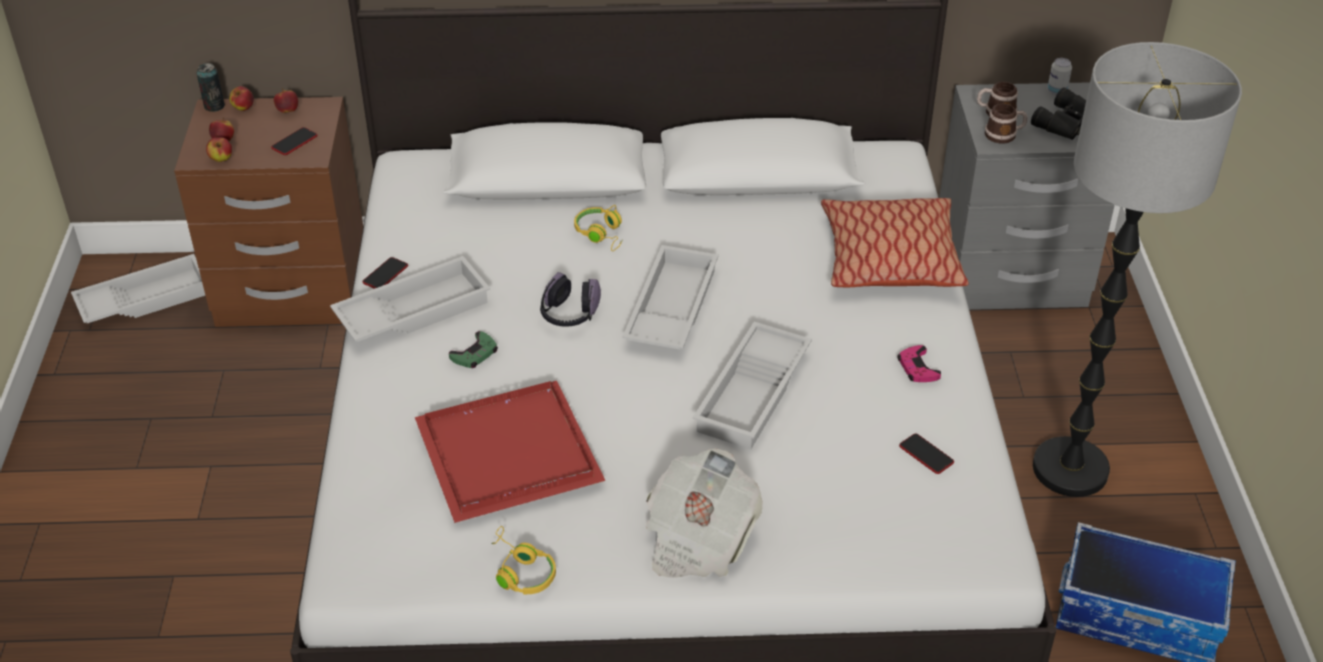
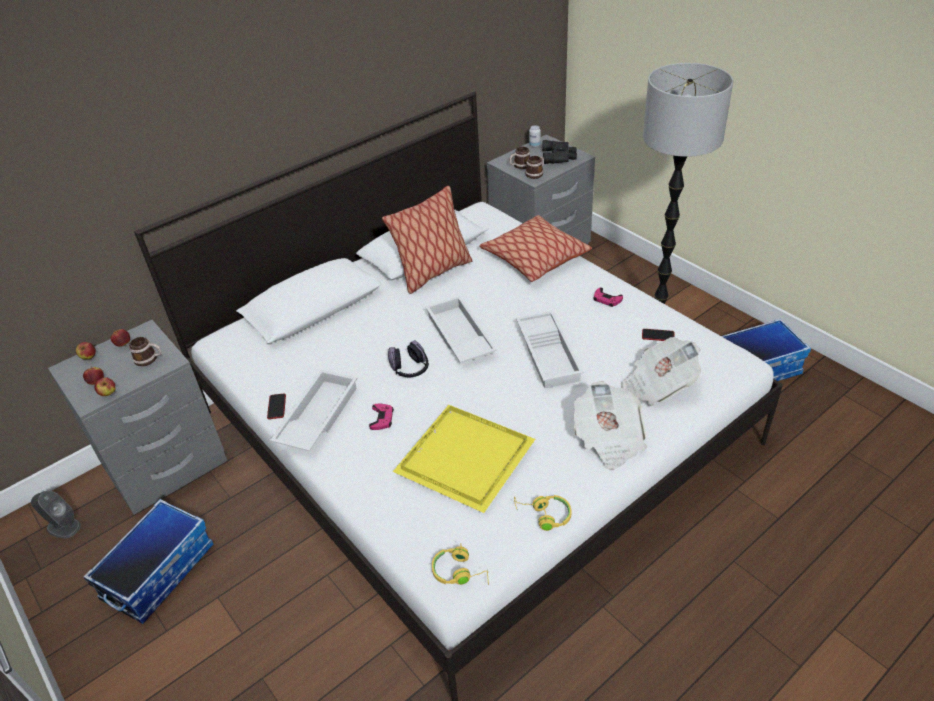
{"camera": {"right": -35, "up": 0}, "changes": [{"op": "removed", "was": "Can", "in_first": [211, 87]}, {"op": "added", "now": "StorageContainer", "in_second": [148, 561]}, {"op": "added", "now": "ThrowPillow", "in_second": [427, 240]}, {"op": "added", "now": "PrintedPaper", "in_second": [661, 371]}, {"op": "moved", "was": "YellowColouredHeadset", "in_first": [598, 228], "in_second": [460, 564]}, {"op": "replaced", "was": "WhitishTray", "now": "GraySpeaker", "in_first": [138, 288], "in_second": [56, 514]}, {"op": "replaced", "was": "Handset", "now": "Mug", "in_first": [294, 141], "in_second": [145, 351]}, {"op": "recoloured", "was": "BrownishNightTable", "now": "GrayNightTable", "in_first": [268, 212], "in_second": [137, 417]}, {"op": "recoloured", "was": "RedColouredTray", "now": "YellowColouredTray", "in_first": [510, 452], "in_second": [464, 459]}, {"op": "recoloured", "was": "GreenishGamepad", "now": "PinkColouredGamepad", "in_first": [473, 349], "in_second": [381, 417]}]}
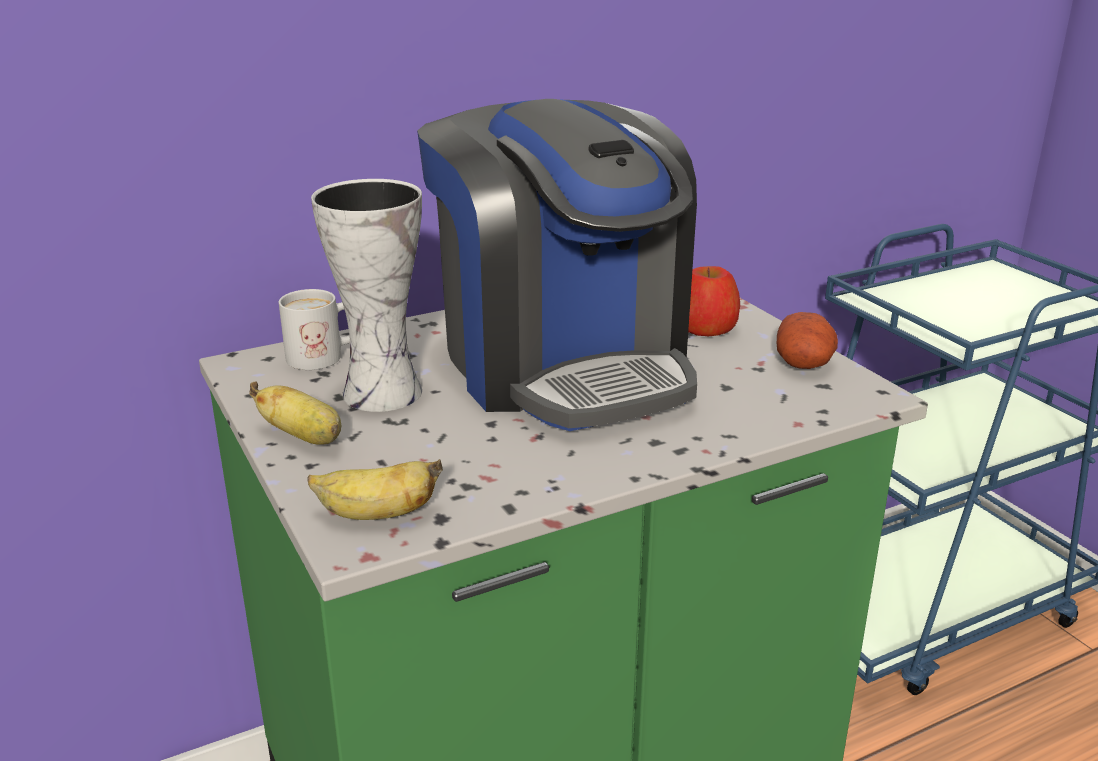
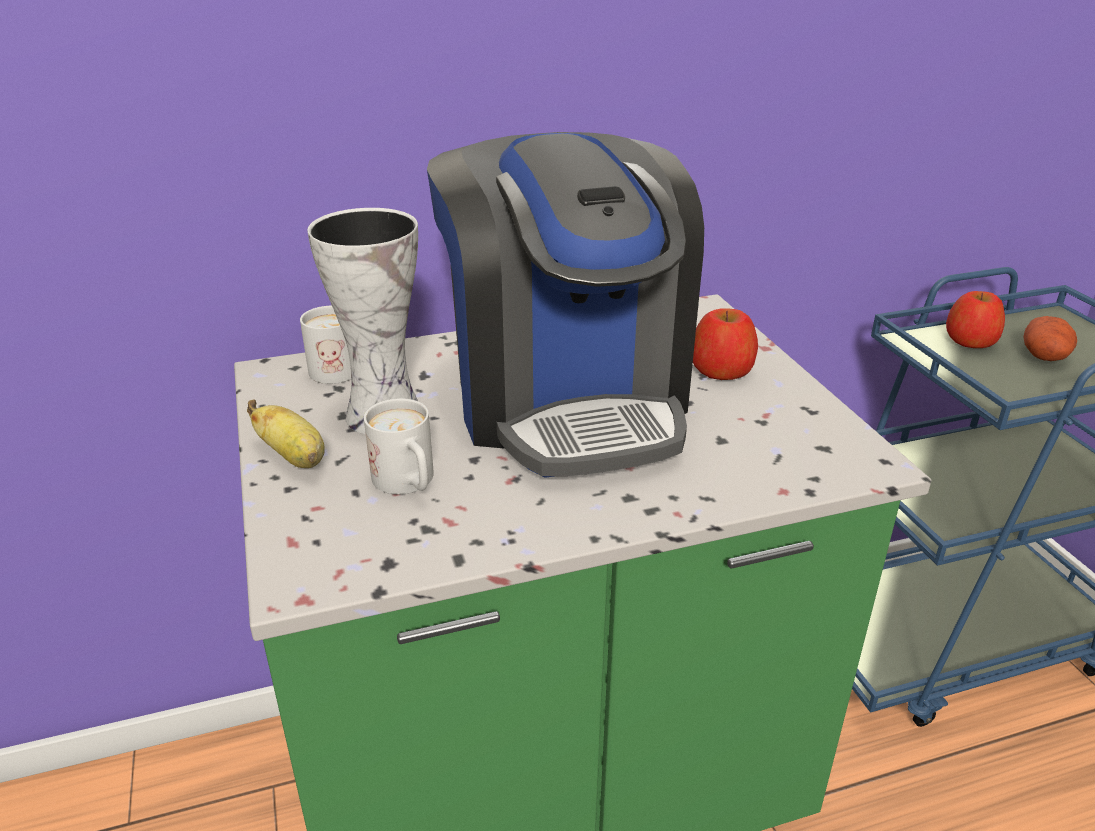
{"camera": {"right": 10, "up": 5}, "changes": [{"op": "removed", "was": "Banana", "in_first": [375, 489]}, {"op": "added", "now": "WhitishMug", "in_second": [399, 446]}, {"op": "added", "now": "AppleFruit", "in_second": [975, 319]}, {"op": "moved", "was": "WholePotato", "in_first": [807, 340], "in_second": [1050, 338]}]}
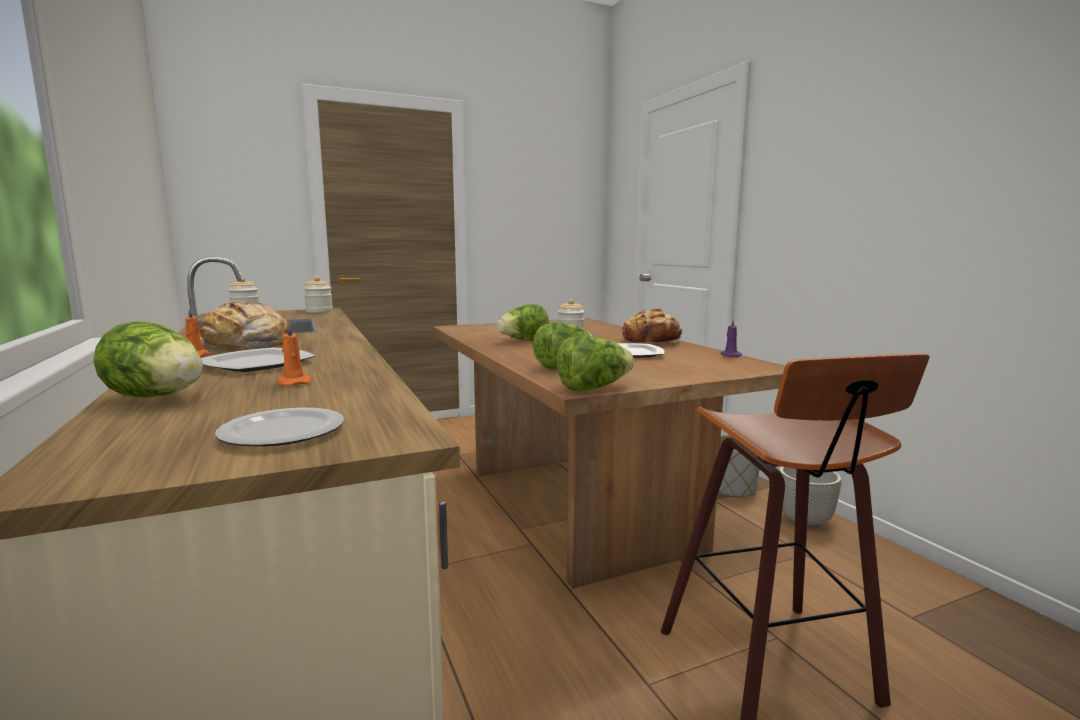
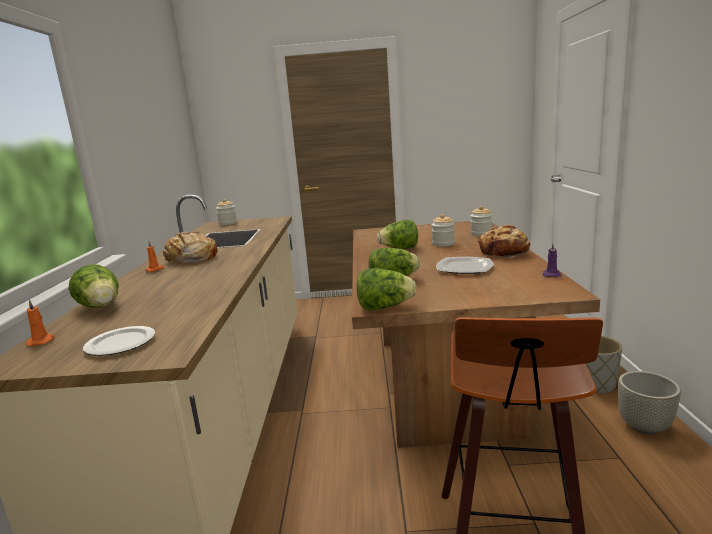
{"camera": {"right": 25, "up": 5}, "changes": [{"op": "removed", "was": "DinnerPlate", "in_first": [258, 360]}, {"op": "moved", "was": "OrangeWaxCandle", "in_first": [294, 354], "in_second": [40, 322]}, {"op": "moved", "was": "PreserveJar", "in_first": [318, 294], "in_second": [481, 221]}]}
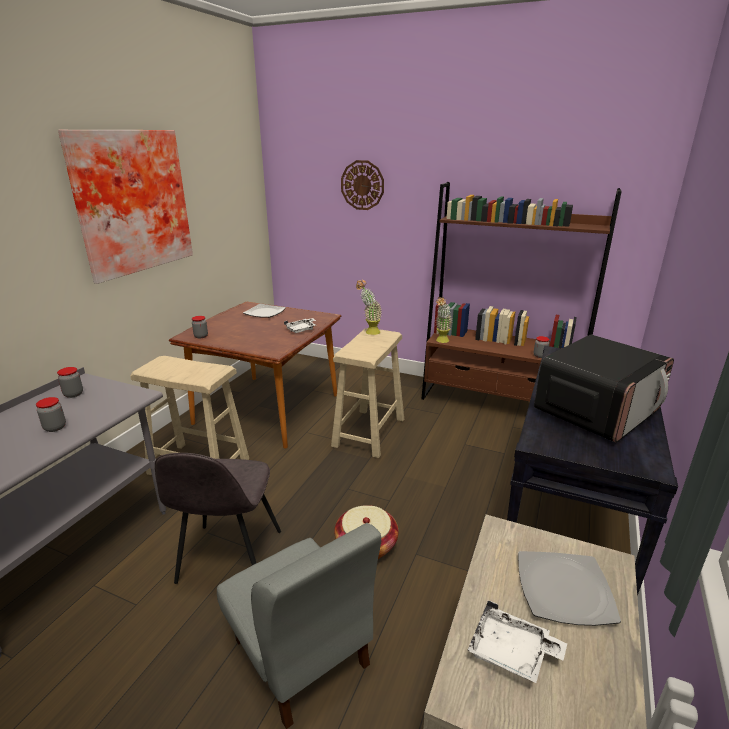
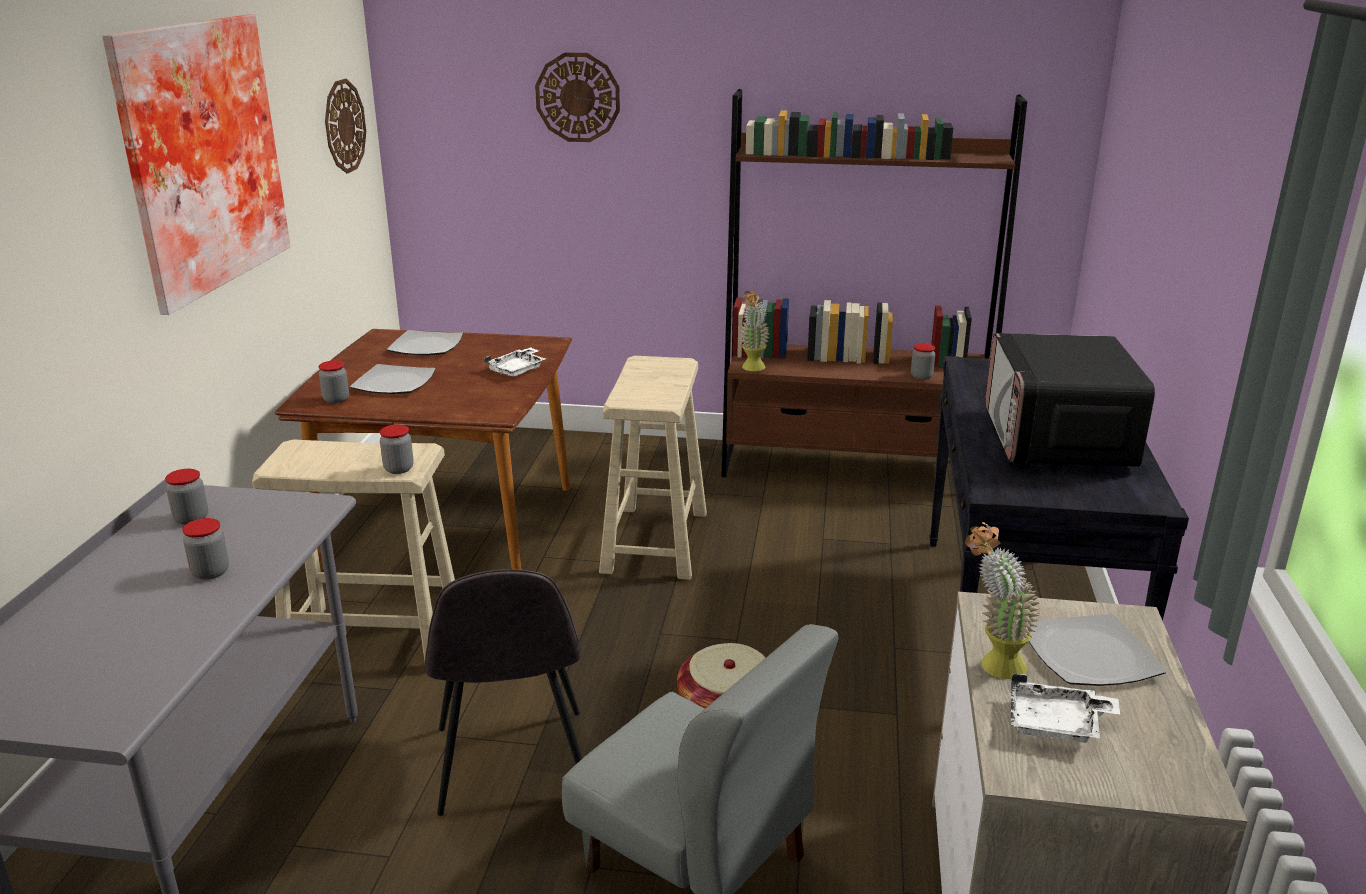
{"camera": {"right": -15, "up": 0}, "changes": [{"op": "added", "now": "HangingClock", "in_second": [345, 126]}, {"op": "added", "now": "DinnerPlate", "in_second": [393, 379]}, {"op": "added", "now": "PreserveJar", "in_second": [396, 449]}, {"op": "moved", "was": "PlantInAPot", "in_first": [368, 307], "in_second": [1002, 600]}, {"op": "turned", "was": "KitchenMicrowave", "in_first": [604, 388], "in_second": [1070, 400], "clockwise": 150}]}
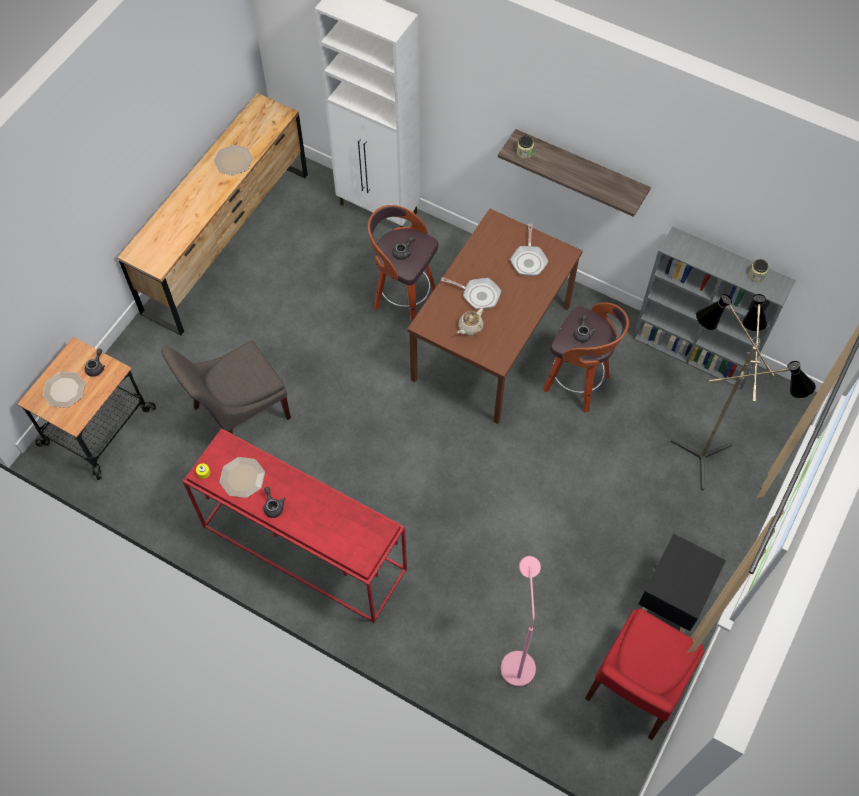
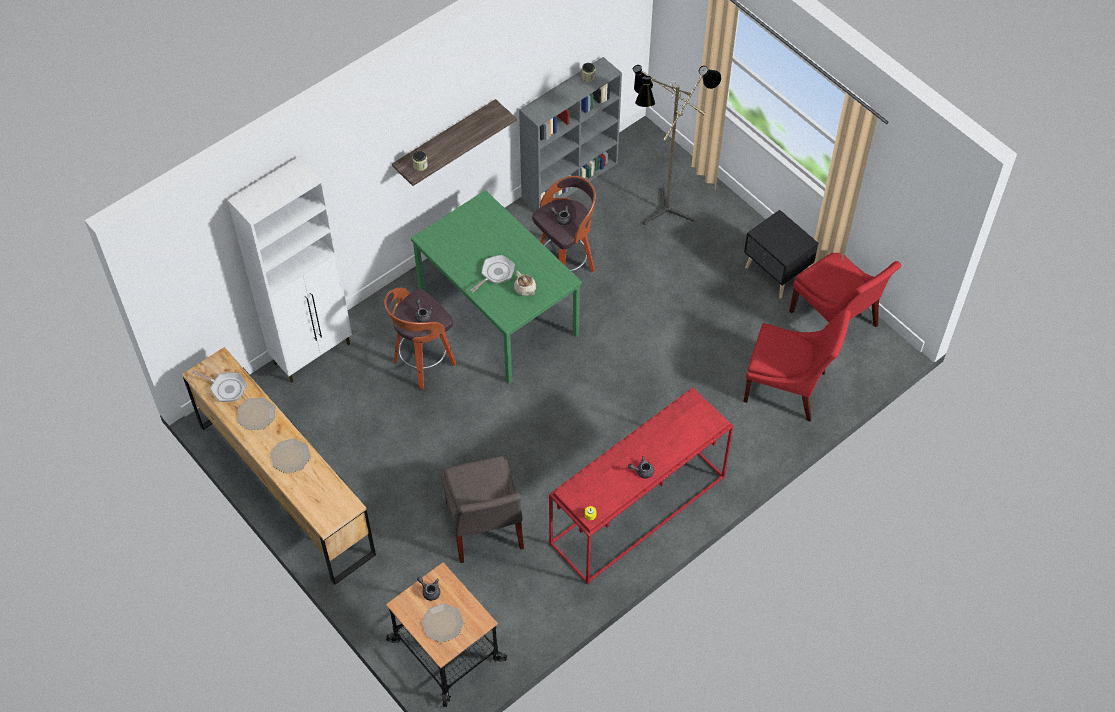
{"camera": {"right": -70, "up": -5}, "changes": [{"op": "moved", "was": "DinnerPlate", "in_first": [242, 477], "in_second": [291, 456]}, {"op": "moved", "was": "Pan", "in_first": [529, 250], "in_second": [219, 386]}, {"op": "replaced", "was": "PinkColouredStandingLamp", "now": "RedColouredPlainChair", "in_first": [520, 621], "in_second": [797, 365]}, {"op": "recoloured", "was": "BrownishDiningTable", "now": "GreenishDiningTable", "in_first": [495, 316], "in_second": [496, 287]}]}
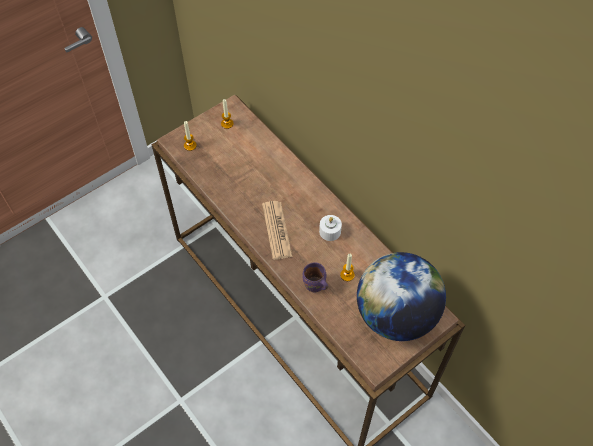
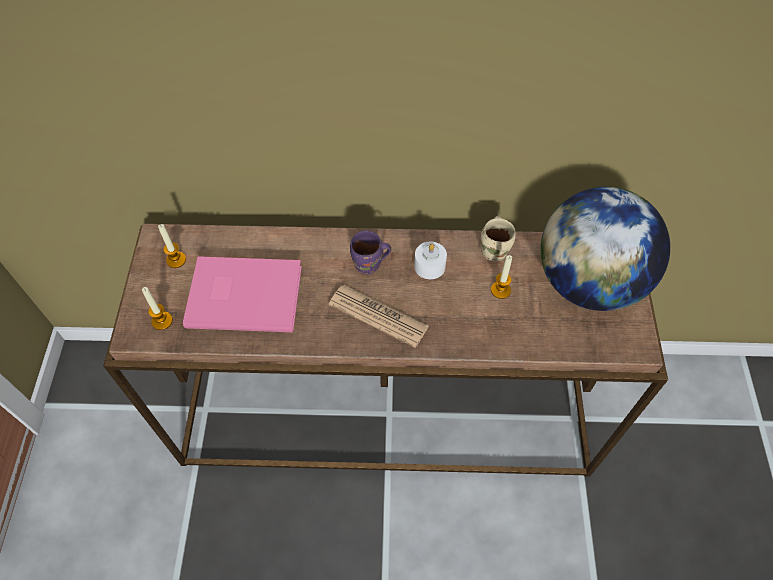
{"camera": {"right": -50, "up": 0}, "changes": [{"op": "added", "now": "PinkColouredBook", "in_second": [242, 294]}, {"op": "added", "now": "SandColouredMug", "in_second": [498, 238]}, {"op": "moved", "was": "PurpleMug", "in_first": [315, 277], "in_second": [370, 252]}]}
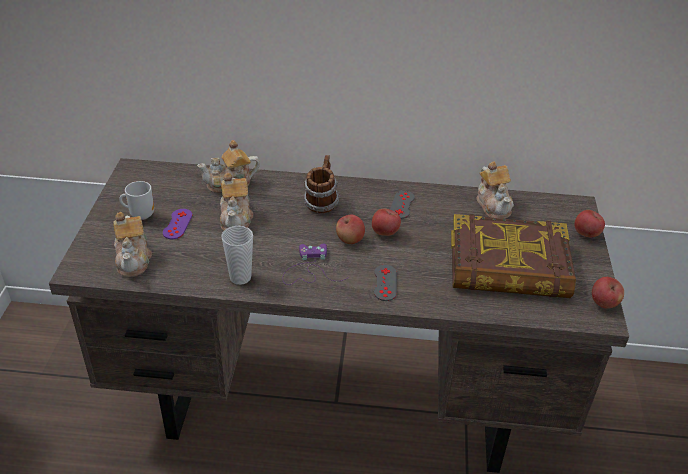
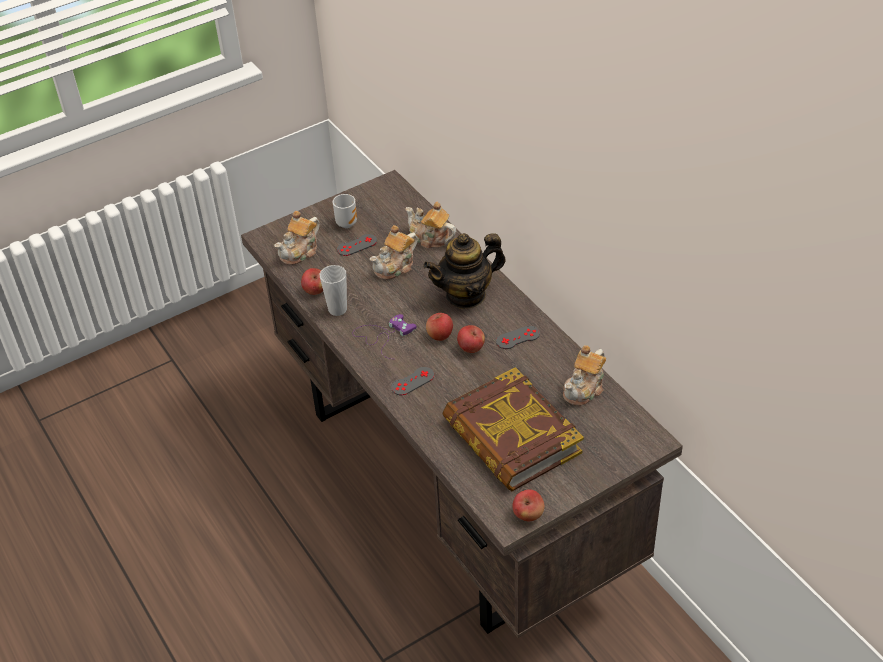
{"camera": {"right": 55, "up": 5}, "changes": [{"op": "moved", "was": "AppleFruit", "in_first": [589, 223], "in_second": [312, 281]}, {"op": "replaced", "was": "Mug", "now": "Teapot", "in_first": [322, 184], "in_second": [464, 271]}, {"op": "recoloured", "was": "PurpleGamepad", "now": "GrayGamepad", "in_first": [178, 224], "in_second": [357, 245]}]}
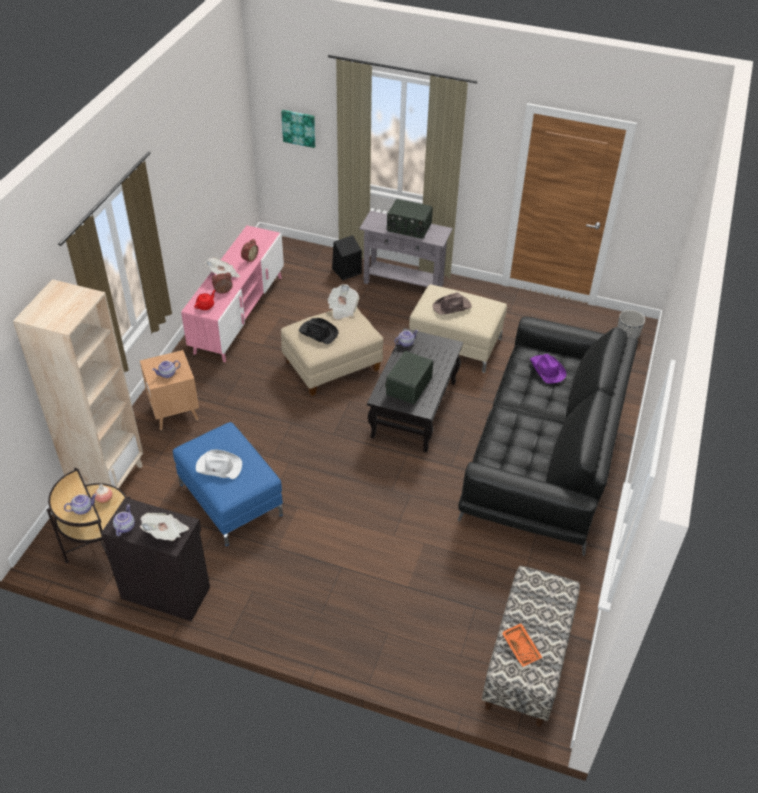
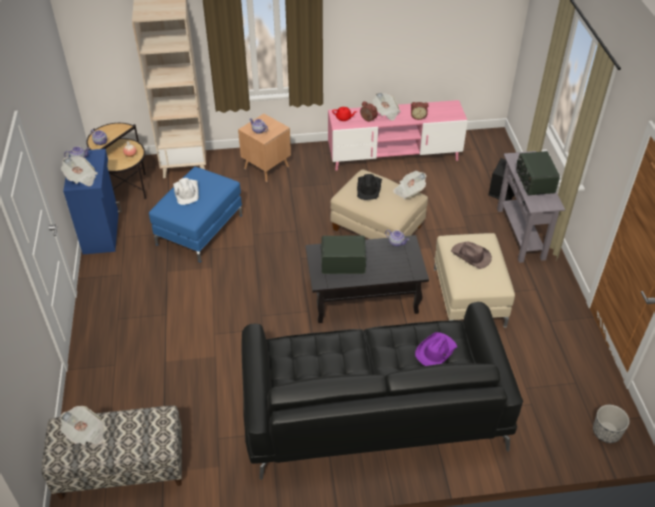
{"camera": {"right": 65, "up": 0}, "changes": [{"op": "removed", "was": "WallArt", "in_first": [298, 129]}, {"op": "replaced", "was": "OrangeTray", "now": "PrintedPaper", "in_first": [522, 645], "in_second": [82, 425]}, {"op": "recoloured", "was": "BlackishCupboard", "now": "BlueCupboard", "in_first": [155, 559], "in_second": [92, 201]}]}
